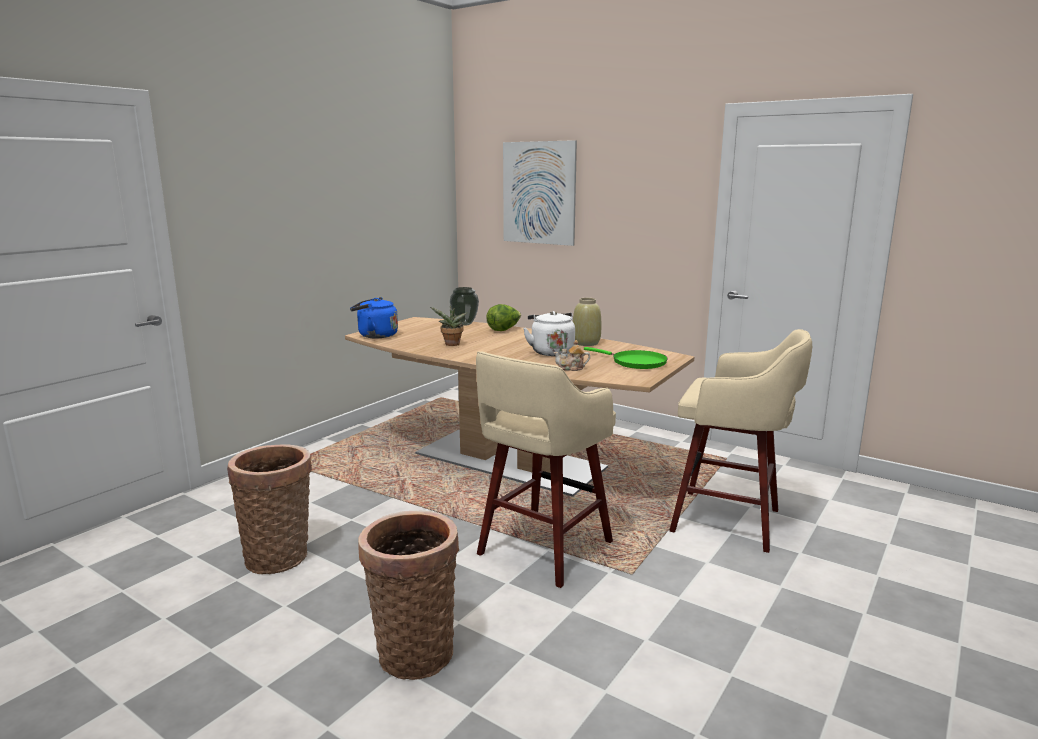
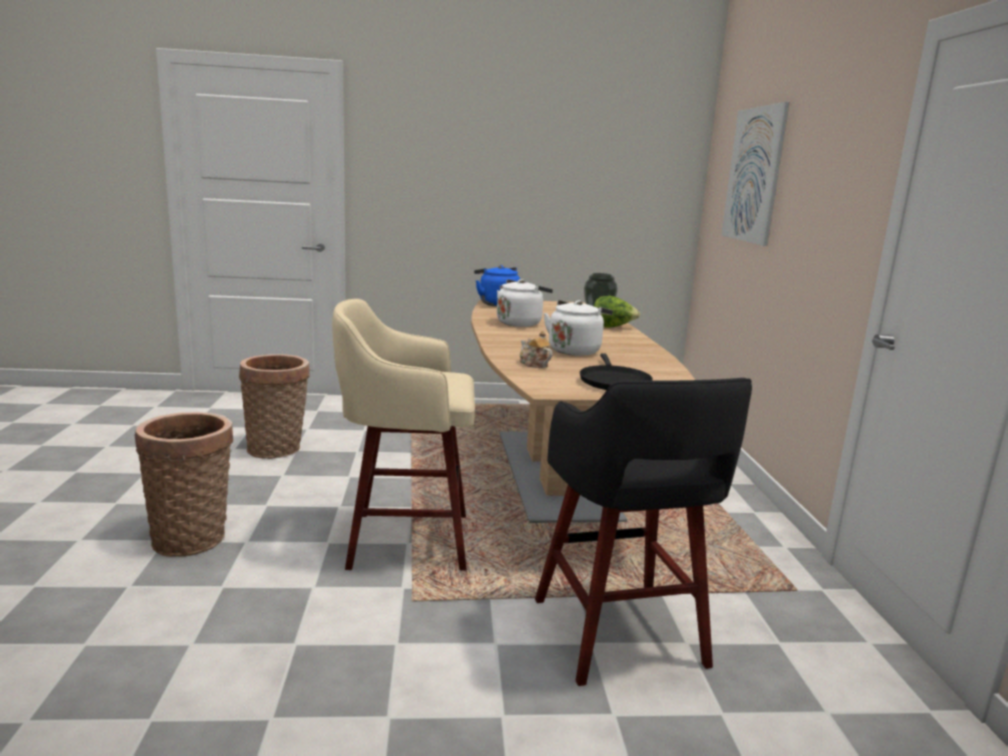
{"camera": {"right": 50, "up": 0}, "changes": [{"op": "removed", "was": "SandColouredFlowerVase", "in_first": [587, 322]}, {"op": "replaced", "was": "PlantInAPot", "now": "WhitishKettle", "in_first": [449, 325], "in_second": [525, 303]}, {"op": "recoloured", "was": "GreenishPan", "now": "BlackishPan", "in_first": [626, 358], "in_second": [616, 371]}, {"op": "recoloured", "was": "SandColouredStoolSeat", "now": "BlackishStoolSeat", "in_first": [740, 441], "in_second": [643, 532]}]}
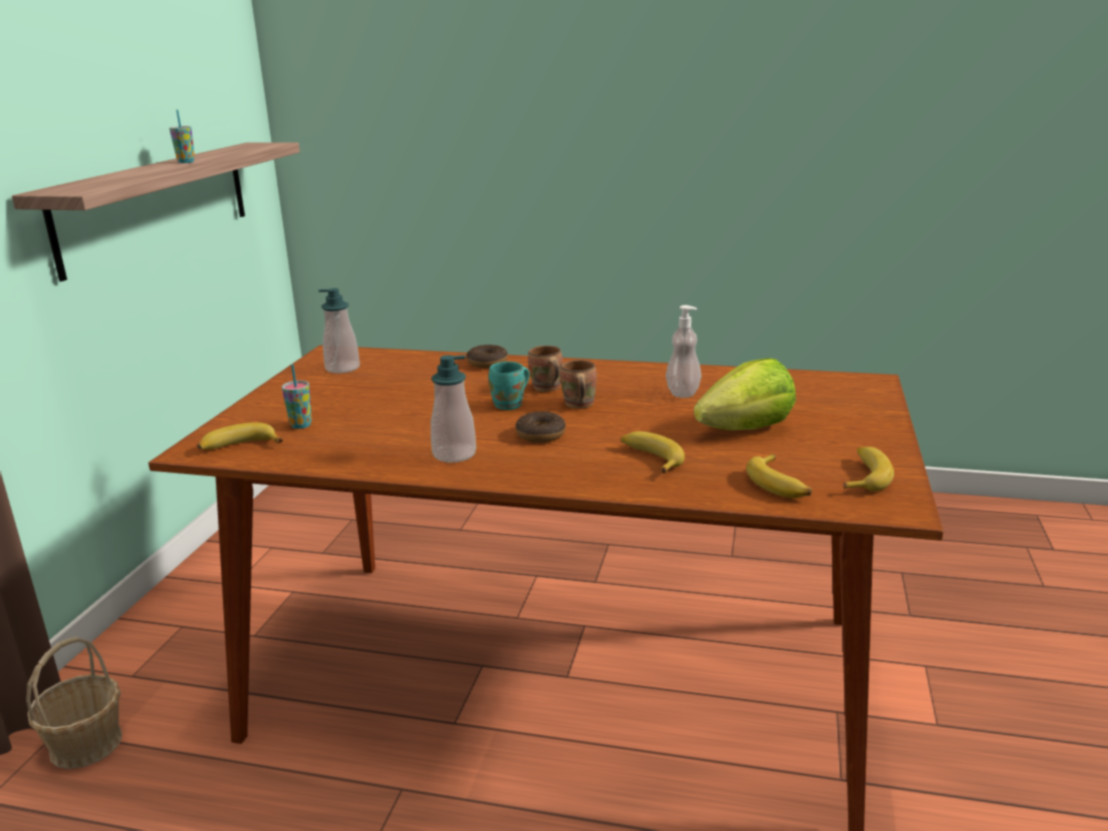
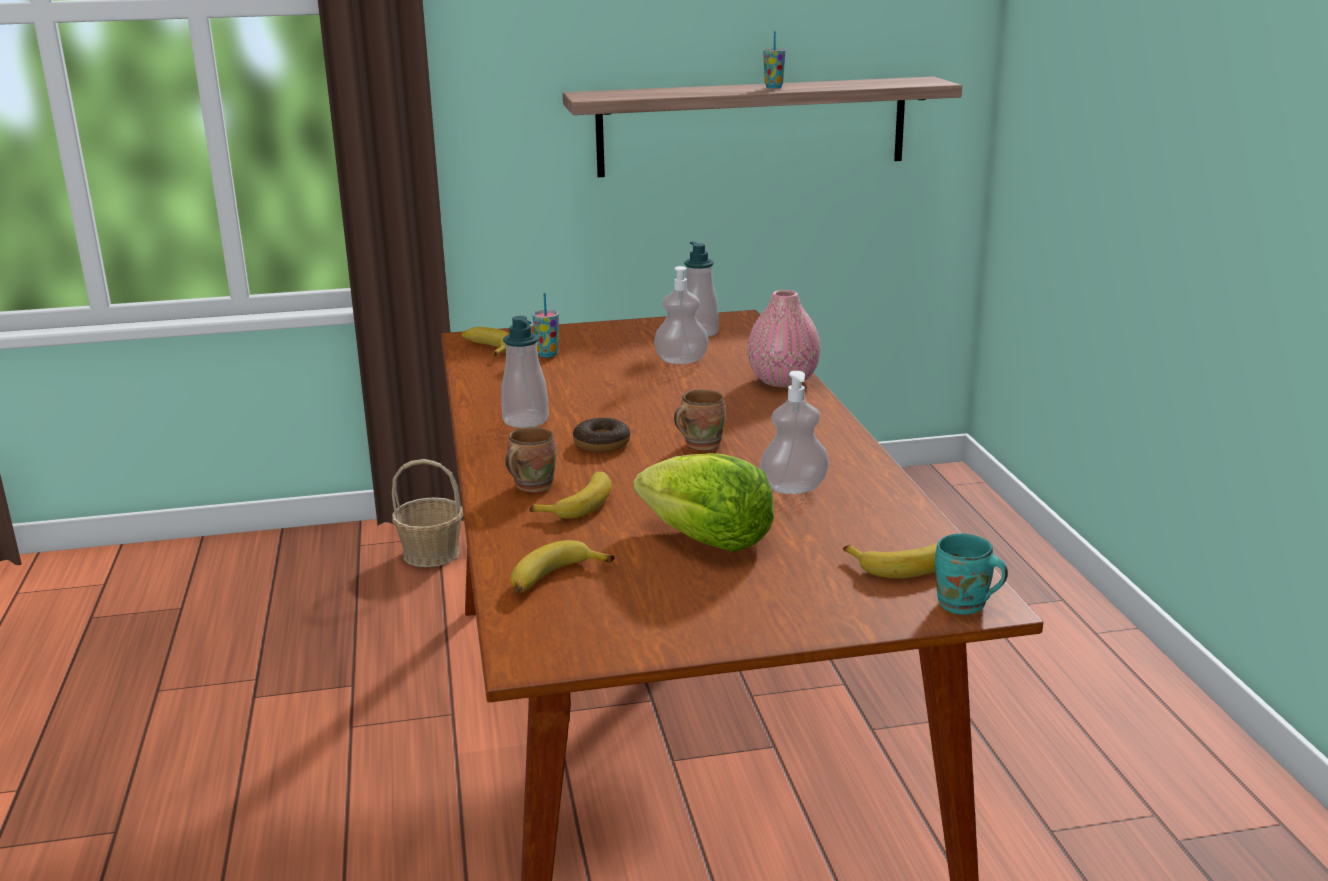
{"camera": {"right": 65, "up": 0}, "changes": [{"op": "added", "now": "LiquidSoapBottle", "in_second": [681, 315]}, {"op": "moved", "was": "TurquoiseMug", "in_first": [509, 385], "in_second": [971, 573]}, {"op": "moved", "was": "BrownishMug", "in_first": [545, 369], "in_second": [531, 459]}, {"op": "moved", "was": "Banana", "in_first": [868, 469], "in_second": [890, 560]}, {"op": "replaced", "was": "RingDoughnut", "now": "PinkColouredFlowerVase", "in_first": [487, 356], "in_second": [784, 338]}]}
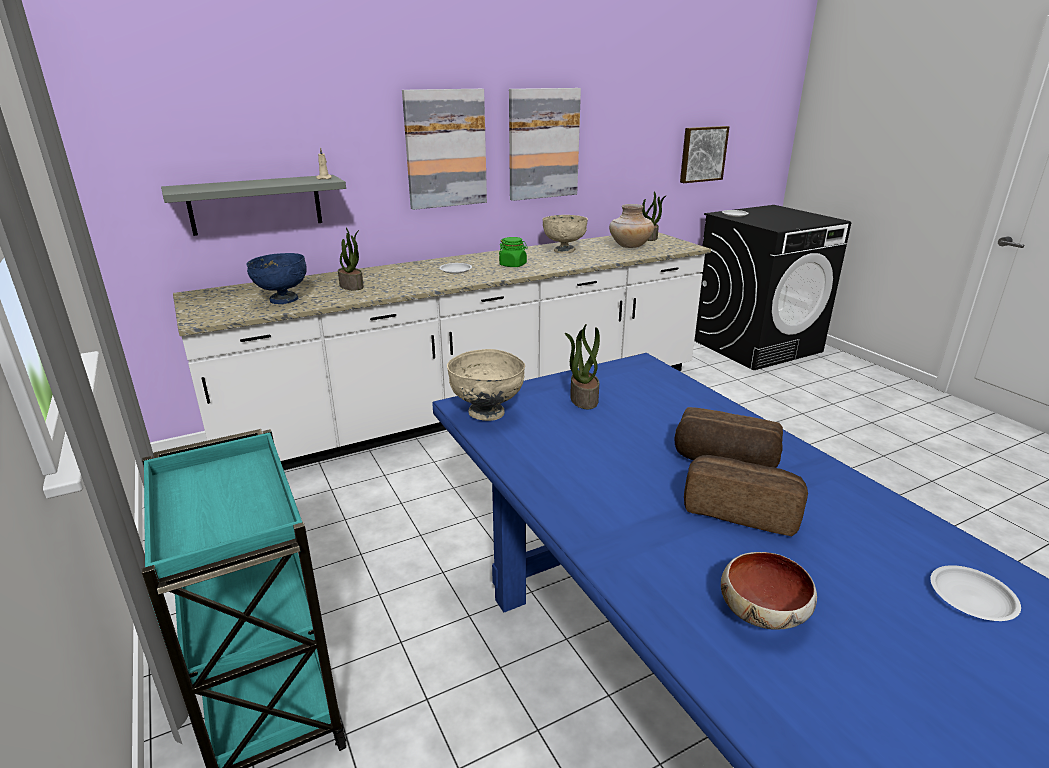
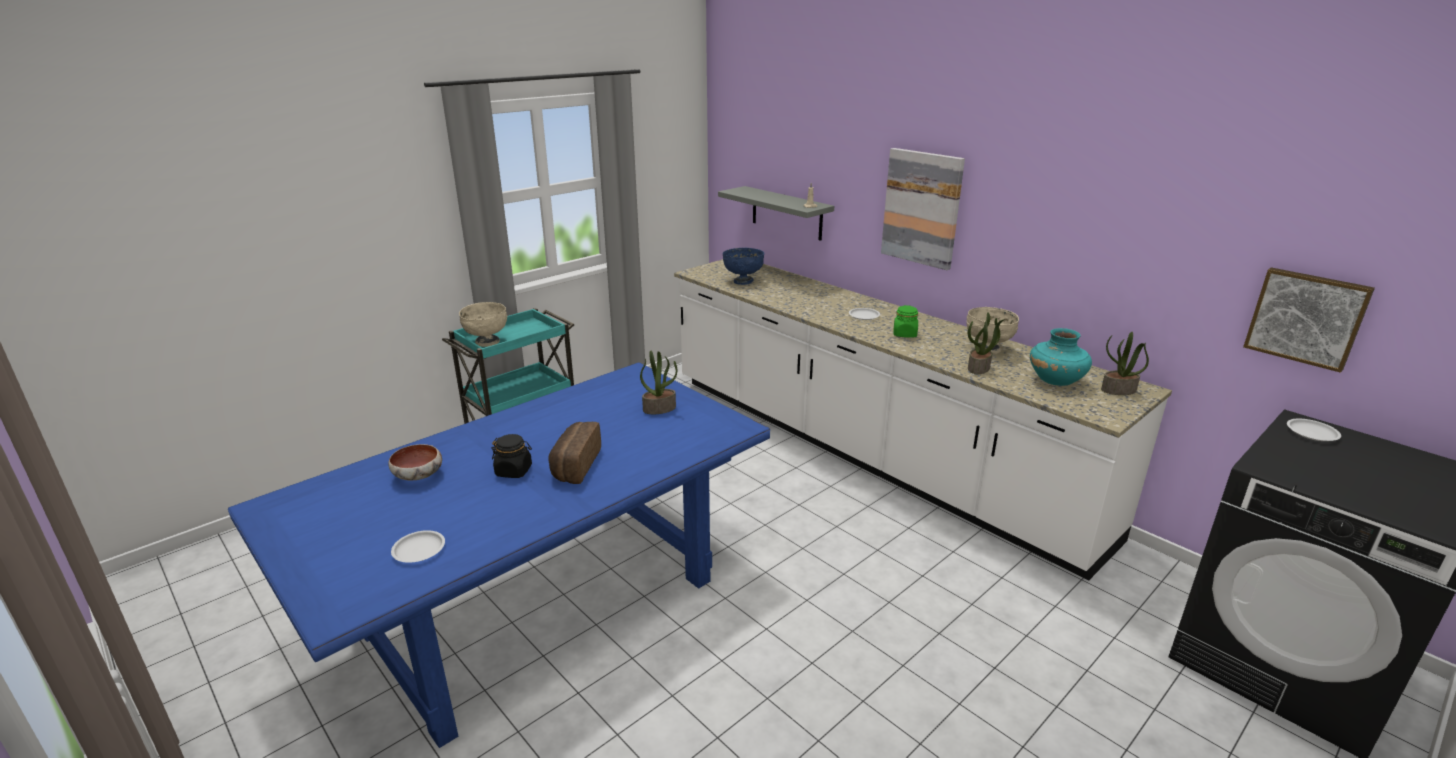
{"camera": {"right": 75, "up": 0}, "changes": [{"op": "removed", "was": "WallArt", "in_first": [545, 144]}, {"op": "moved", "was": "PlantInAPot", "in_first": [351, 259], "in_second": [986, 343]}, {"op": "moved", "was": "SandColouredBowl", "in_first": [486, 385], "in_second": [483, 324]}, {"op": "replaced", "was": "Bread", "now": "BlackishPreserveJar", "in_first": [746, 496], "in_second": [511, 456]}, {"op": "recoloured", "was": "SandColouredFlowerVase", "now": "TurquoiseFlowerVase", "in_first": [631, 226], "in_second": [1061, 357]}]}
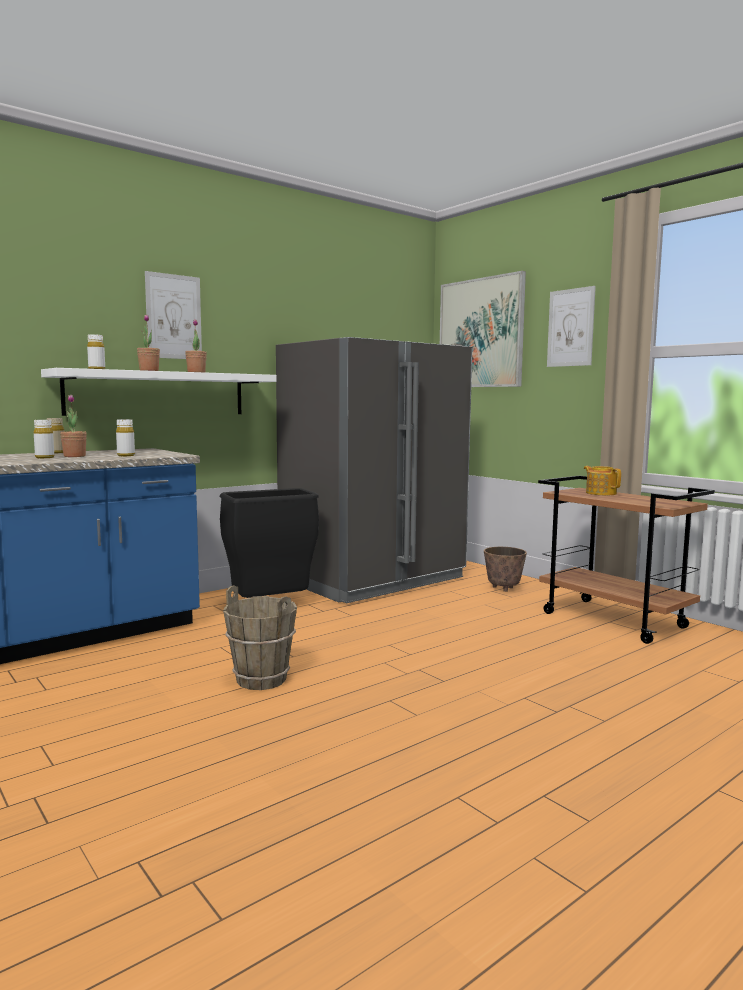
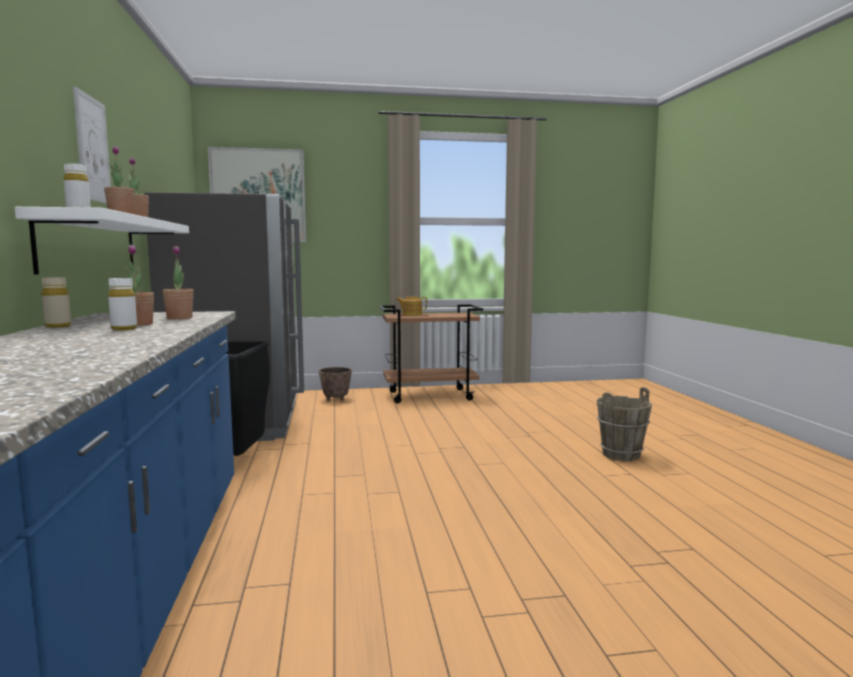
{"camera": {"right": -60, "up": 0}, "changes": [{"op": "removed", "was": "WallArt", "in_first": [571, 326]}, {"op": "moved", "was": "BrownishBucket", "in_first": [260, 637], "in_second": [624, 424]}, {"op": "replaced", "was": "WhitishBottle", "now": "PlantInAPot", "in_first": [125, 437], "in_second": [178, 282]}]}
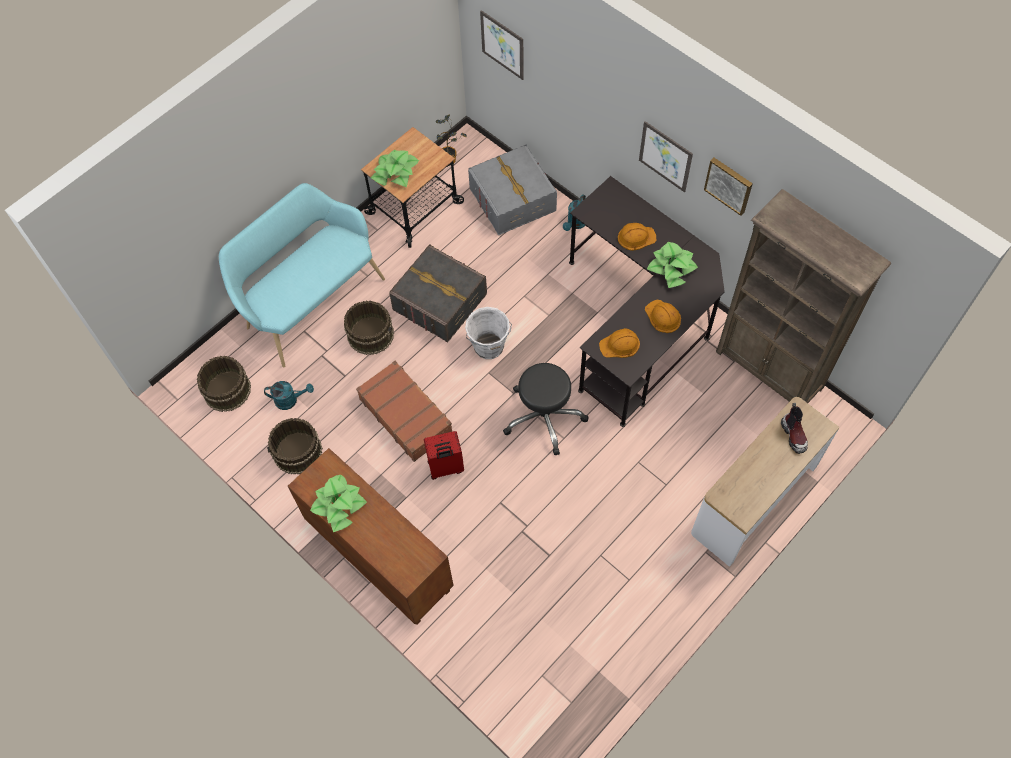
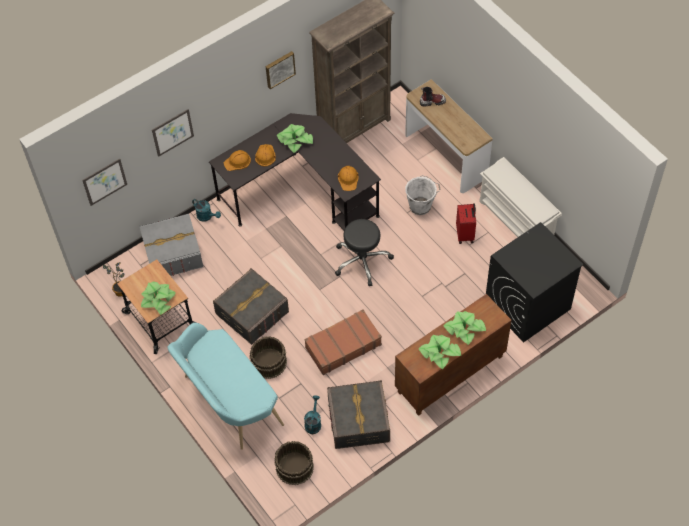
{"camera": {"right": -80, "up": -5}, "changes": [{"op": "added", "now": "PlantInAPot", "in_second": [465, 328]}, {"op": "added", "now": "WhitishShoeStand", "in_second": [520, 197]}, {"op": "added", "now": "BlackishLaundryAppliance", "in_second": [535, 282]}, {"op": "moved", "was": "RedColouredTravelCase", "in_first": [444, 455], "in_second": [466, 223]}, {"op": "moved", "was": "WhitishBucket", "in_first": [488, 333], "in_second": [423, 195]}, {"op": "moved", "was": "WallArt", "in_first": [666, 156], "in_second": [173, 133]}, {"op": "moved", "was": "OrangeHardHat", "in_first": [663, 316], "in_second": [237, 160]}, {"op": "replaced", "was": "BrownishBucket", "now": "GrayStorageContainer", "in_first": [295, 446], "in_second": [358, 415]}]}
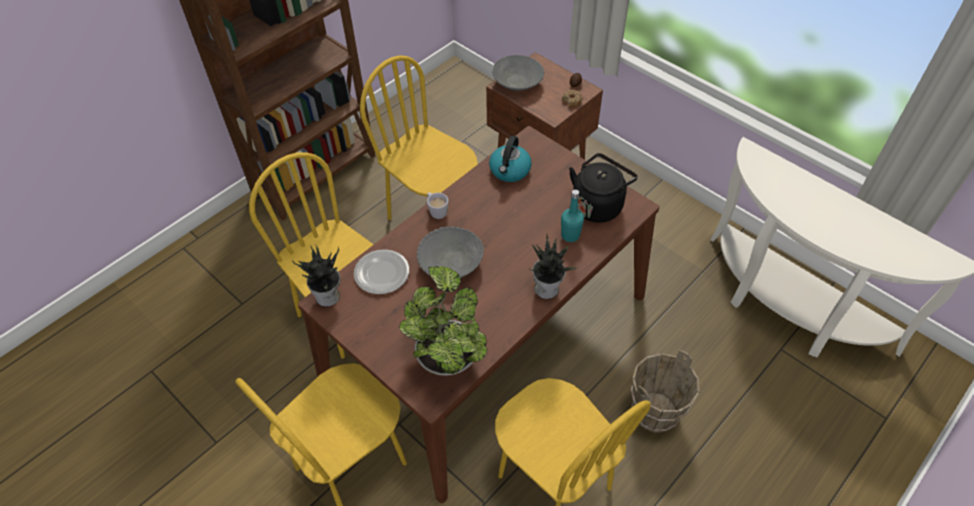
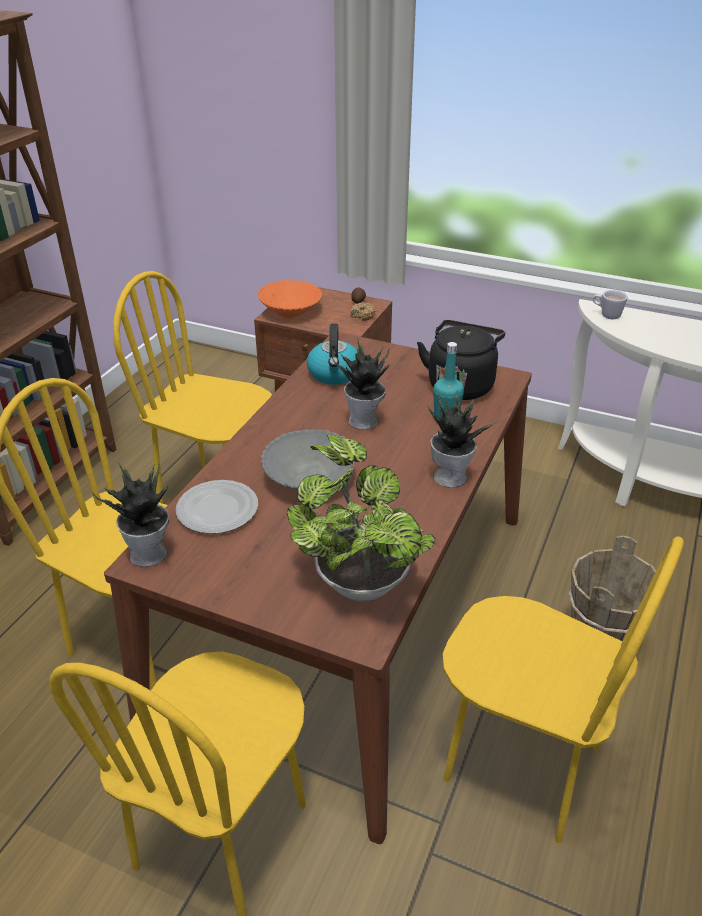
{"camera": {"right": -20, "up": -15}, "changes": [{"op": "added", "now": "PlantInAPot", "in_second": [361, 384]}, {"op": "moved", "was": "WhitishMug", "in_first": [438, 205], "in_second": [610, 304]}, {"op": "recoloured", "was": "GrayBowl", "now": "OrangeBowl", "in_first": [518, 73], "in_second": [290, 299]}]}
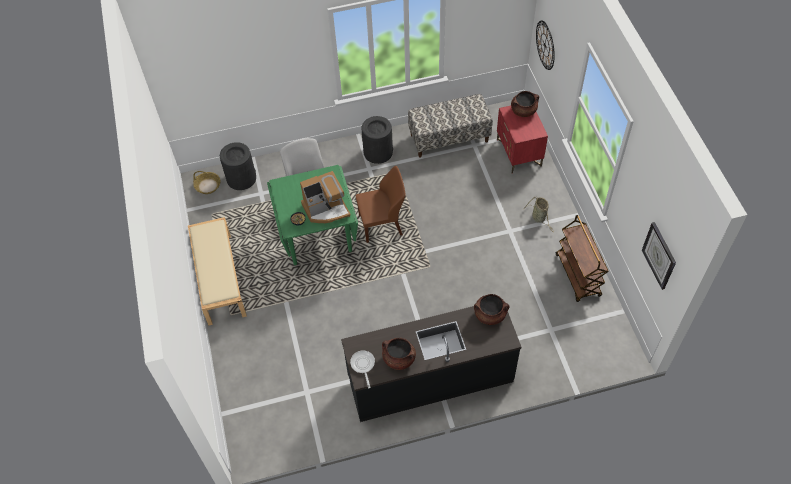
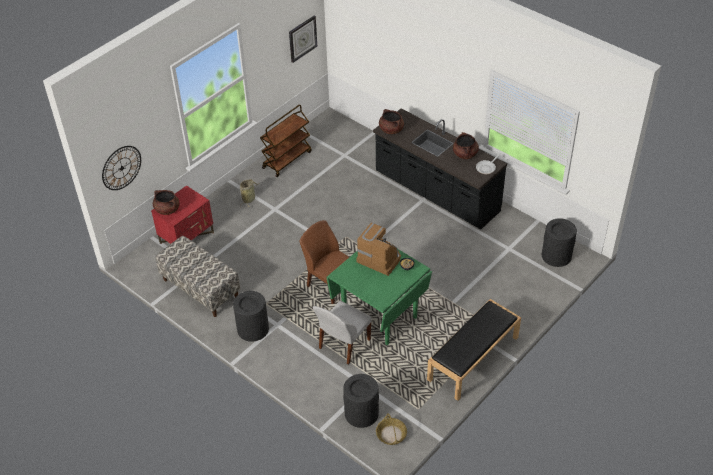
{"camera": {"right": -125, "up": -10}, "changes": [{"op": "added", "now": "BlackishTrashCan", "in_second": [559, 242]}, {"op": "recoloured", "was": "SandColouredBench", "now": "BlackishBench", "in_first": [217, 271], "in_second": [474, 350]}]}
